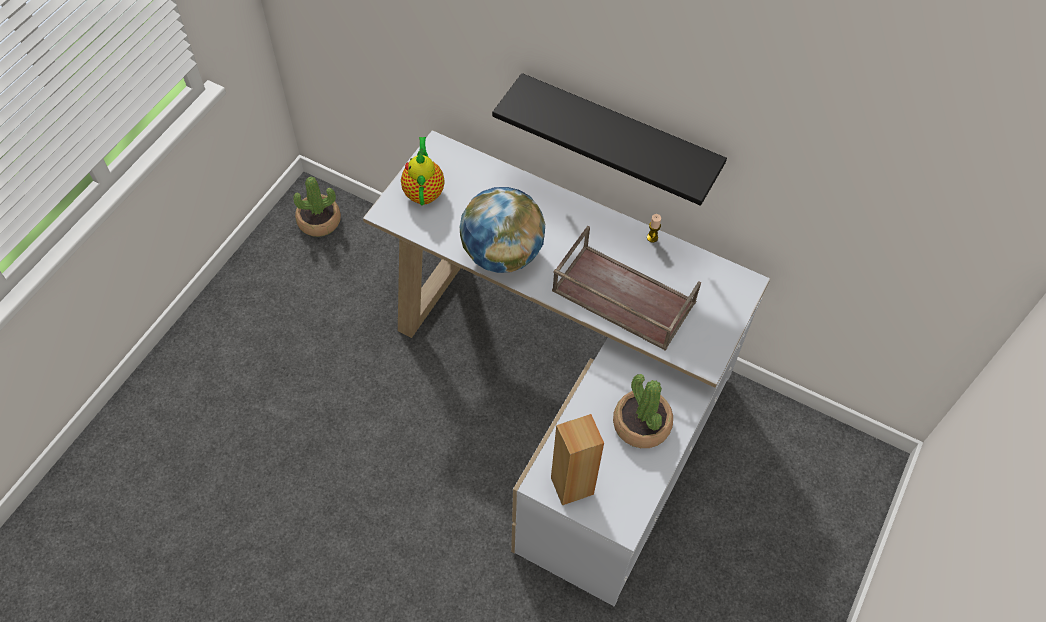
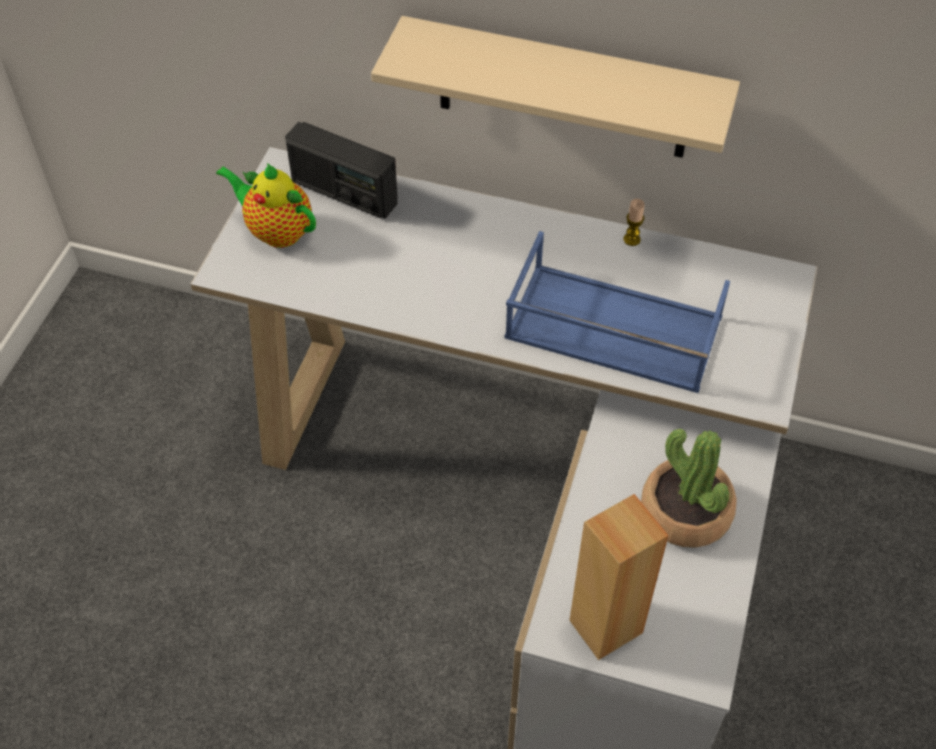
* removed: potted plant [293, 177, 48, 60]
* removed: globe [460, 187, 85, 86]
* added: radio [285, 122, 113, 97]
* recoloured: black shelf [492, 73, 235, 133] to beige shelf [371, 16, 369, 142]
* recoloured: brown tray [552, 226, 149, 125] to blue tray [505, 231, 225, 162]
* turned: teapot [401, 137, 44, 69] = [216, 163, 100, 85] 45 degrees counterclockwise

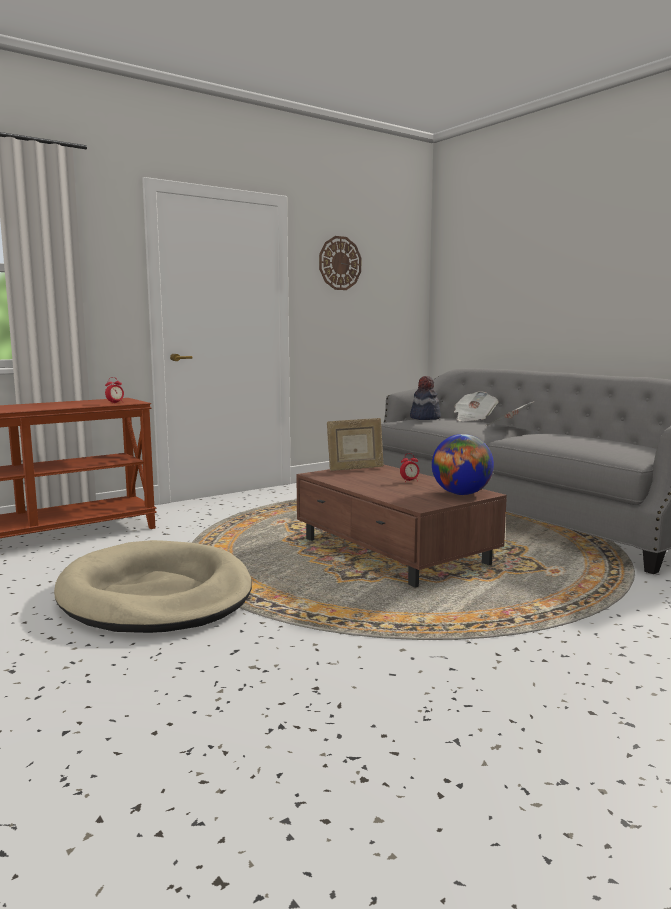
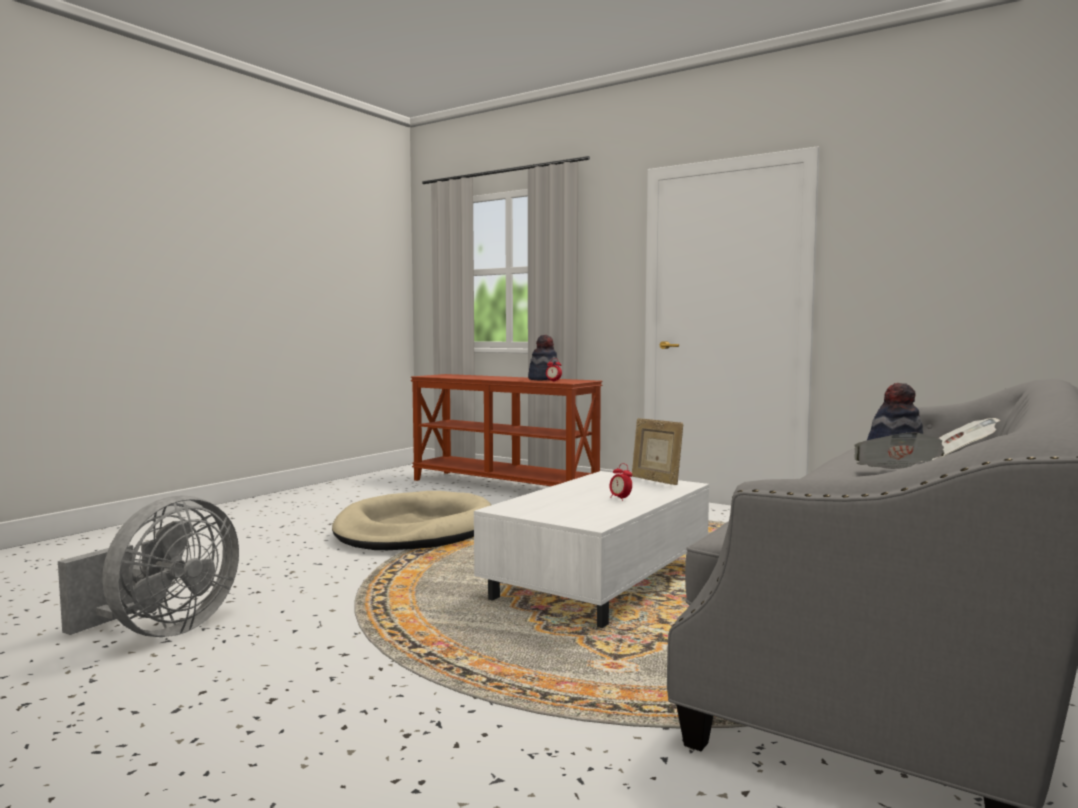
* removed: wall clock [319, 236, 42, 54]
* removed: globe [432, 434, 62, 61]
* added: grey fan [58, 495, 181, 142]
* added: hat [528, 335, 31, 45]
* recoloured: brown coffee table [296, 465, 211, 123] to white coffee table [474, 471, 235, 157]

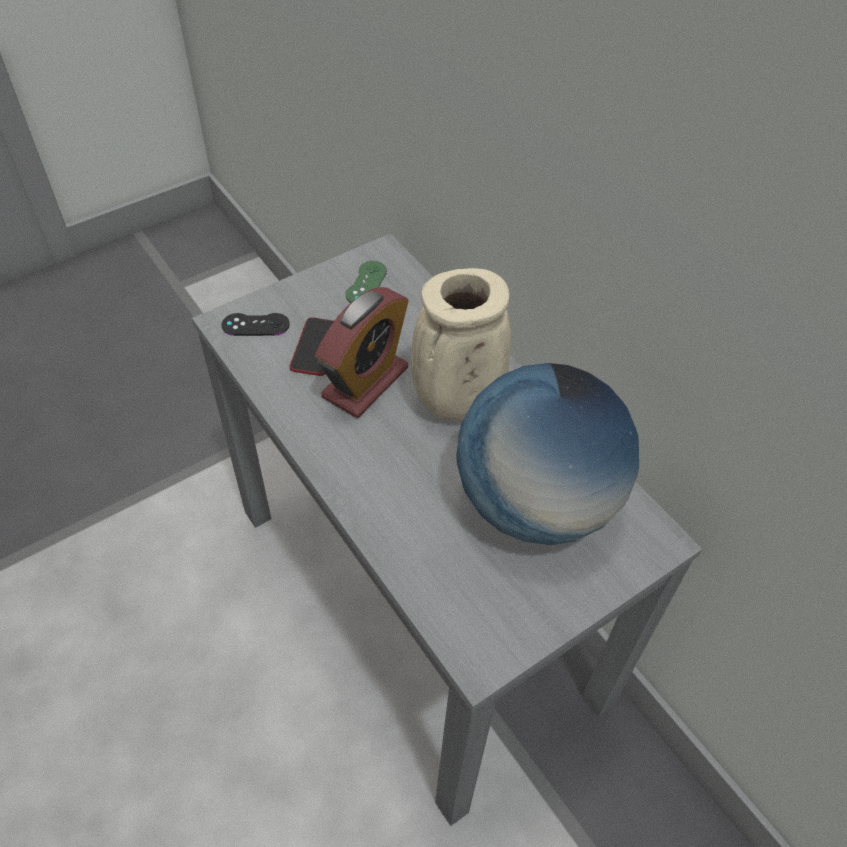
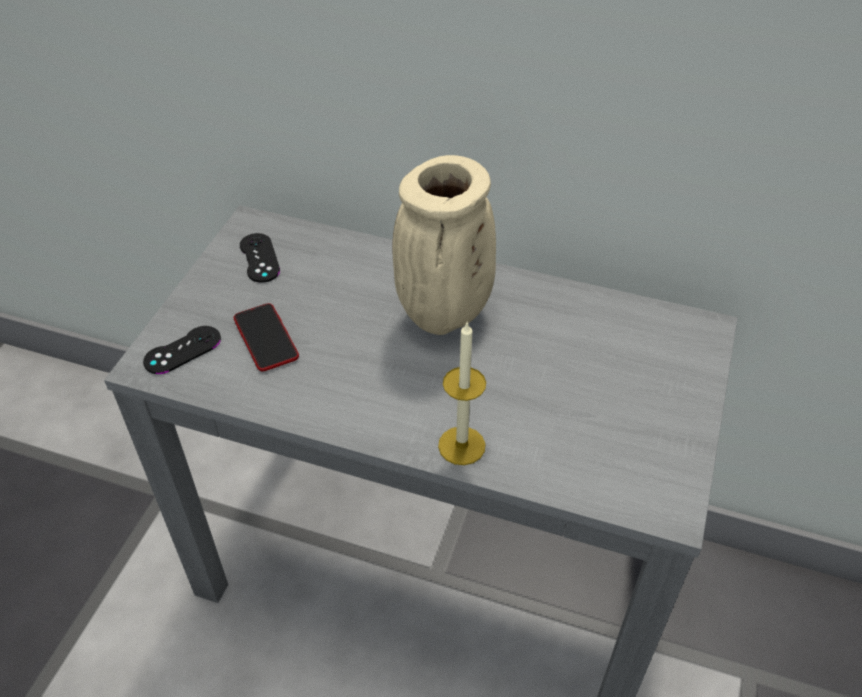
* removed: alarm clock [315, 287, 93, 131]
* removed: globe [456, 363, 183, 182]
* added: candle [438, 321, 48, 144]
* recoloured: green game controller [346, 261, 41, 42] to black game controller [240, 233, 40, 50]

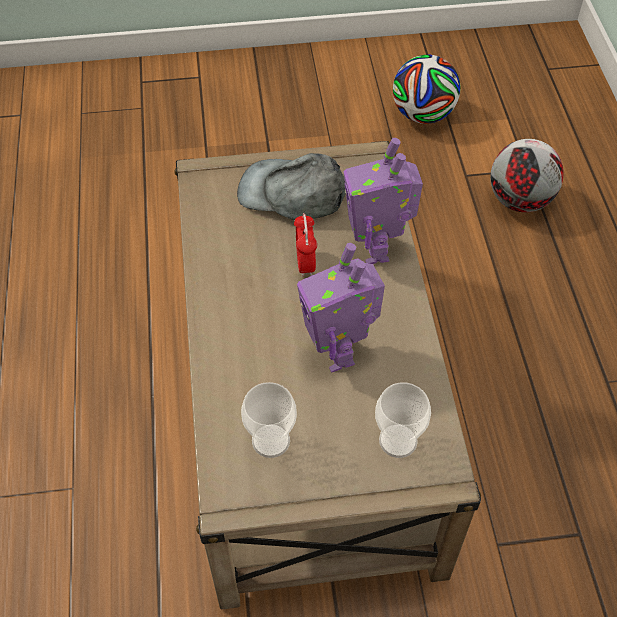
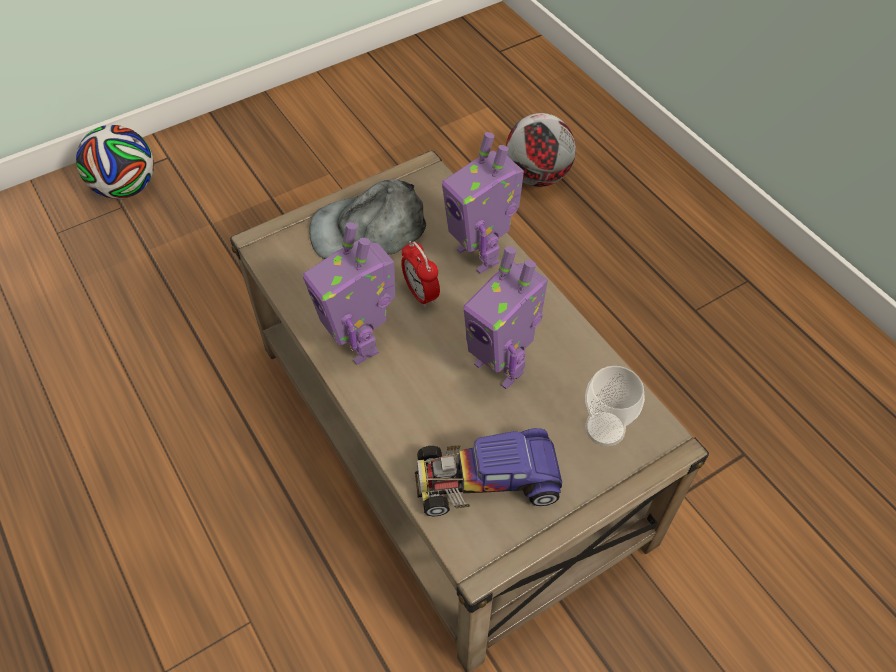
* added: toy robot [303, 222, 92, 143]
* moved: football [393, 54, 67, 70] to [76, 125, 78, 74]
* replaced: cup [241, 382, 56, 76] to toy car [415, 428, 147, 89]

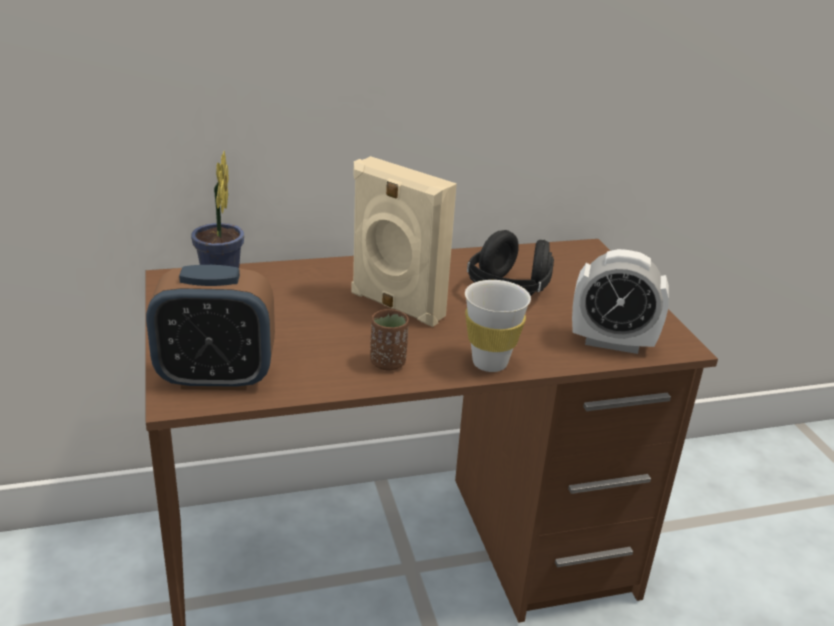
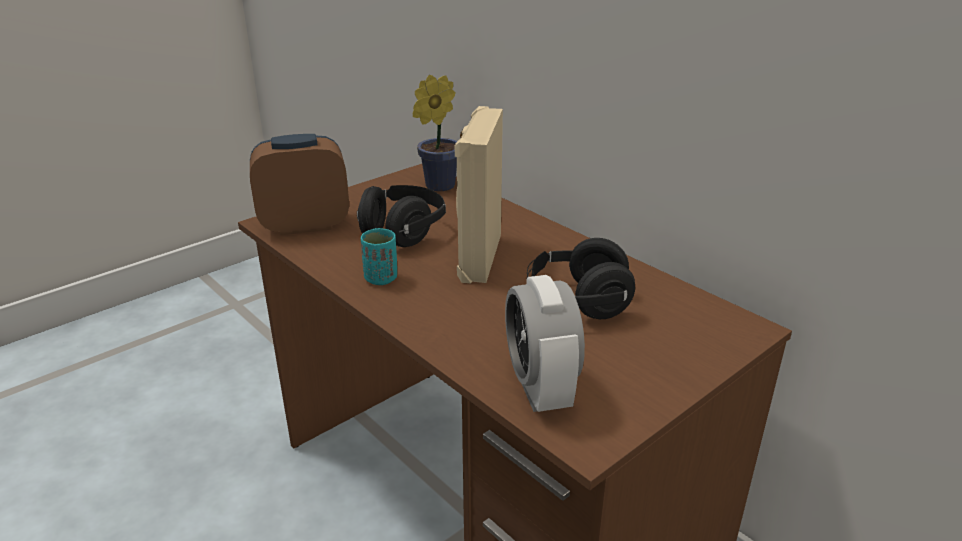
* removed: white cup [465, 280, 66, 92]
* added: black headphones [357, 185, 89, 62]
* recoloured: brown cup [370, 309, 39, 62] to turquoise cup [361, 228, 36, 57]
* turned: alarm clock [146, 265, 129, 125] = [250, 134, 99, 101] 105 degrees clockwise

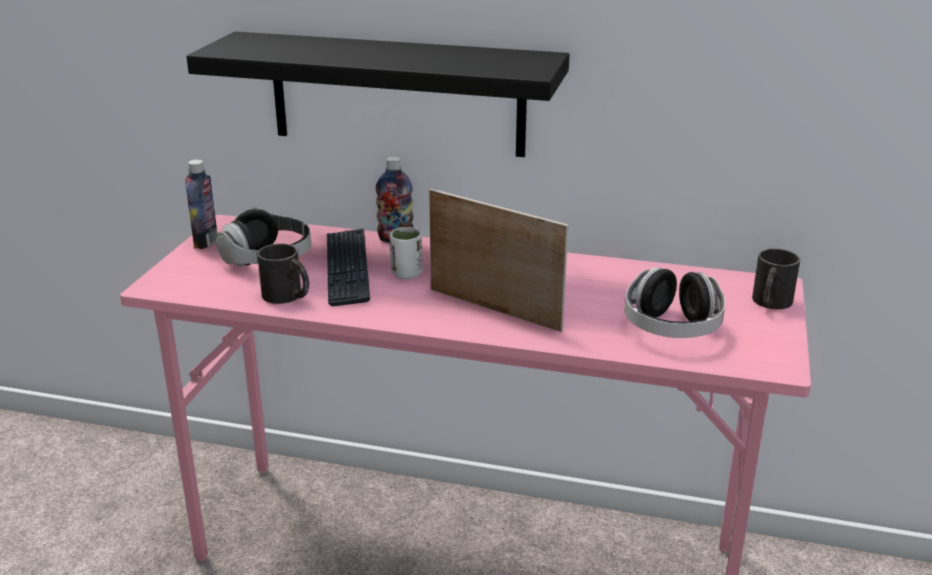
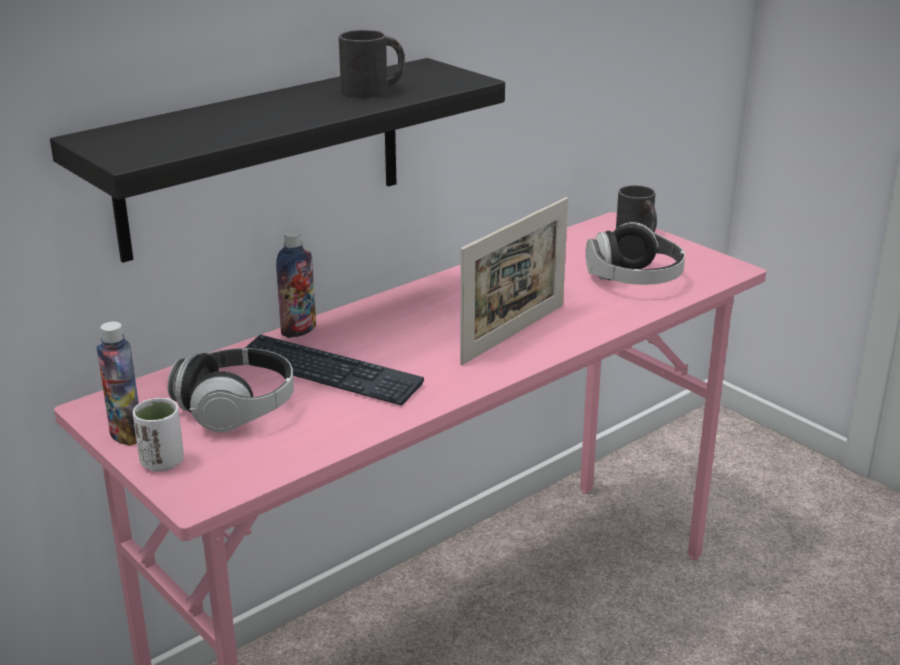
* moved: black mug [257, 244, 52, 60] to [339, 30, 66, 68]
* moved: white cup [390, 227, 32, 53] to [133, 398, 51, 74]
* turned: picture frame [429, 189, 139, 143] = [460, 197, 108, 168] 150 degrees clockwise

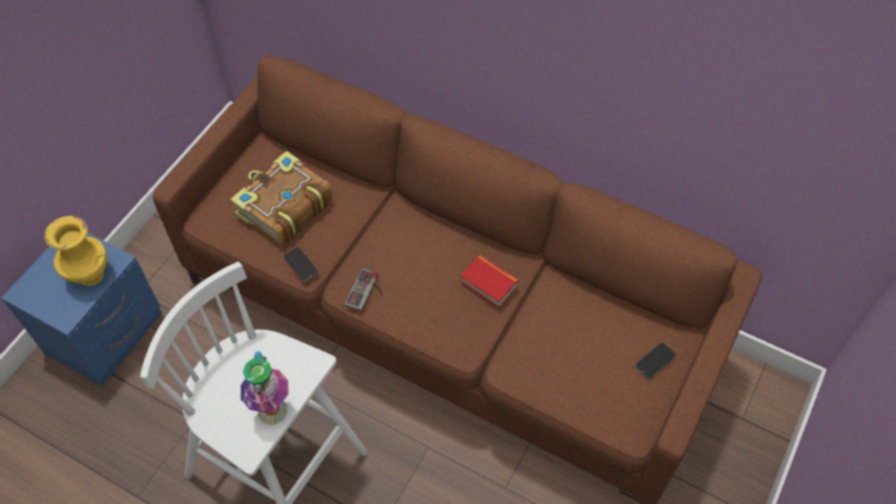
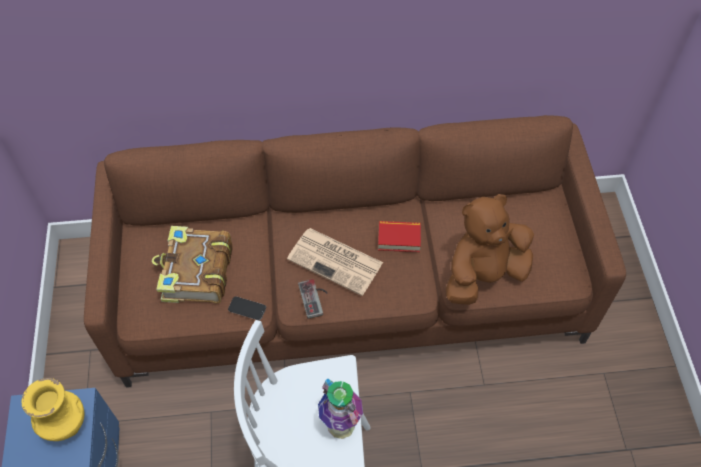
* removed: phone [635, 343, 41, 36]
* added: newspaper [287, 228, 96, 68]
* added: brown plush toy [446, 194, 88, 111]

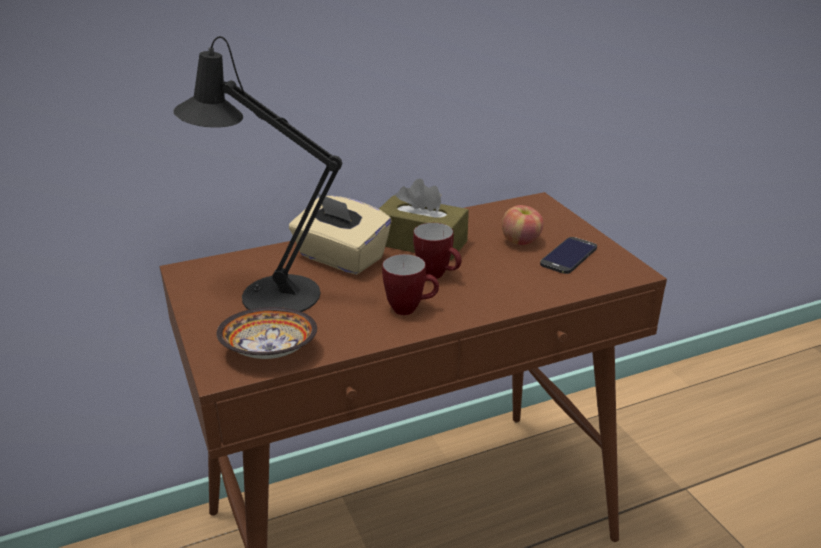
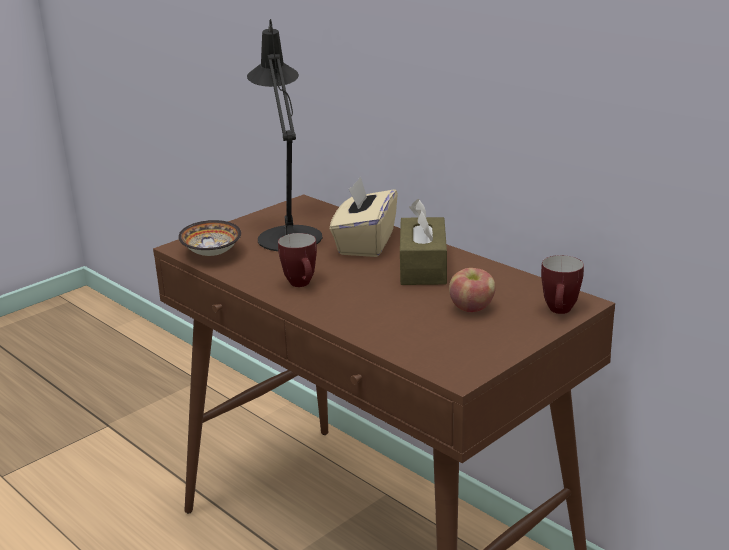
* removed: phone [540, 237, 57, 37]
* moved: mug [413, 223, 48, 56] to [541, 255, 43, 59]

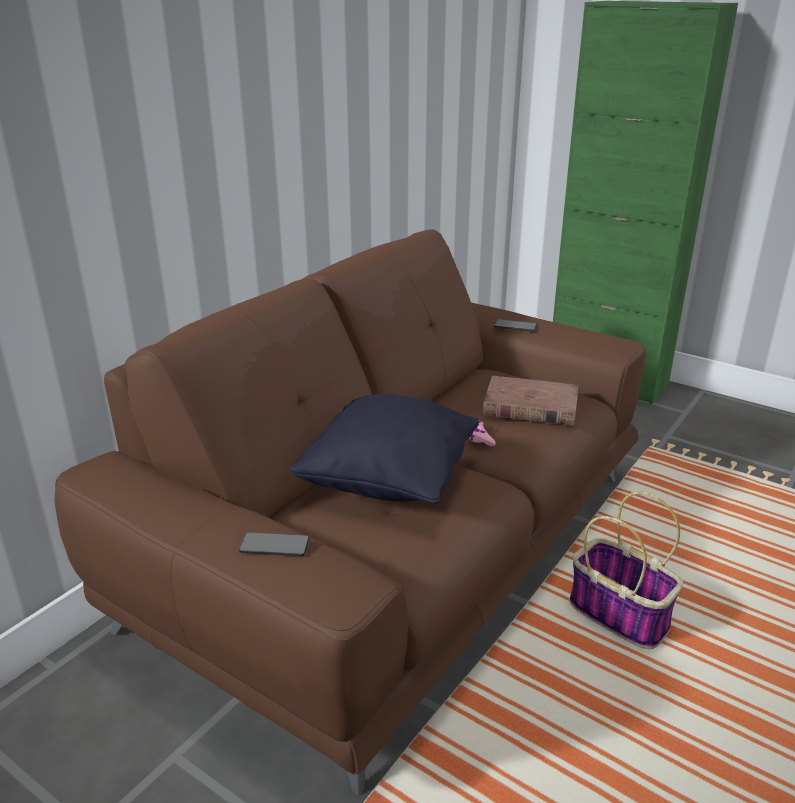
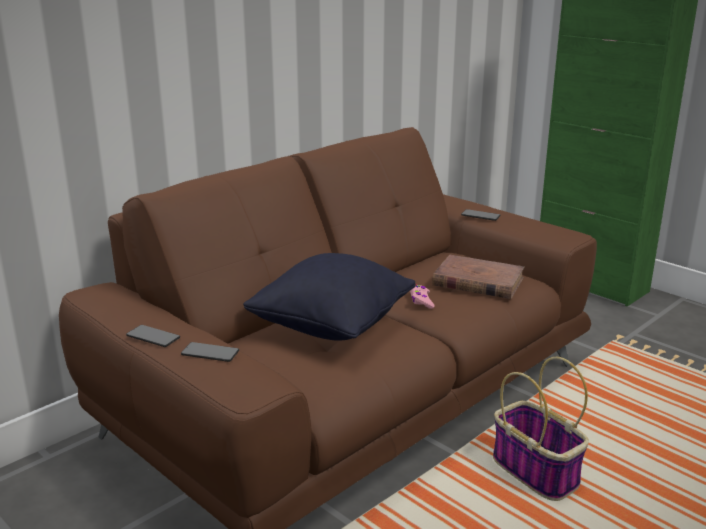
* added: phone [126, 325, 54, 22]

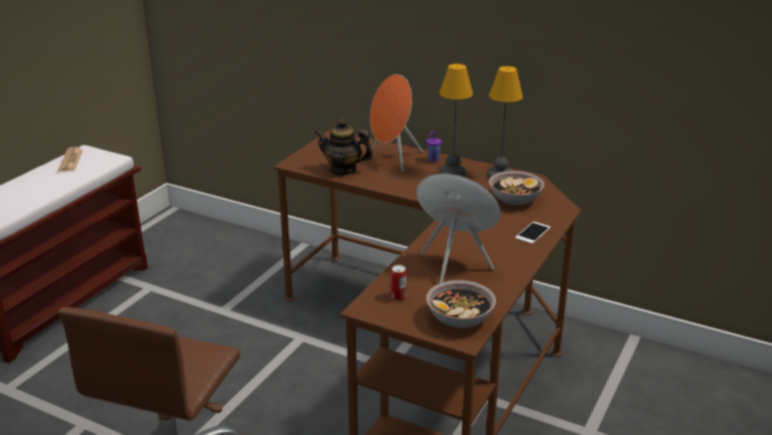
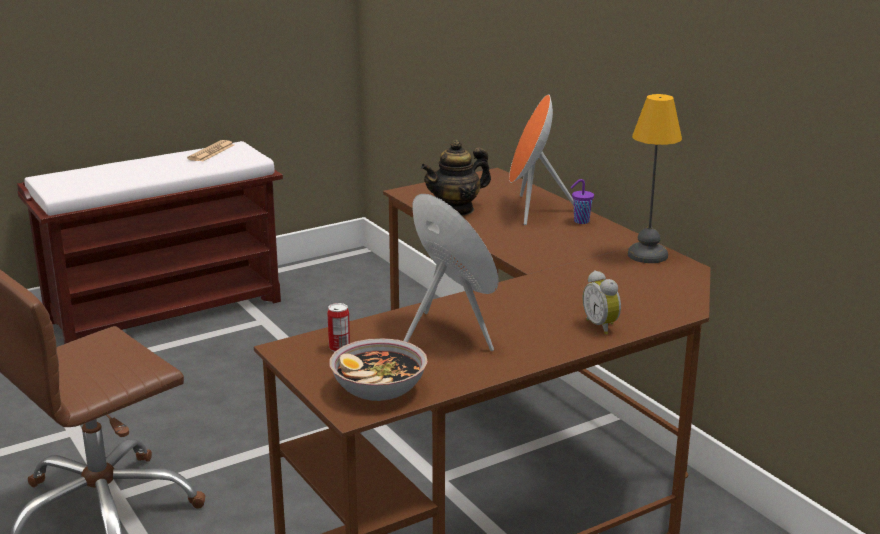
* removed: table lamp [439, 64, 34, 113]
* removed: bowl [489, 171, 56, 34]
* replaced: phone [515, 222, 36, 22] to alarm clock [583, 270, 38, 65]
* turned: teapot [314, 119, 59, 57] = [421, 140, 70, 76] 75 degrees counterclockwise

